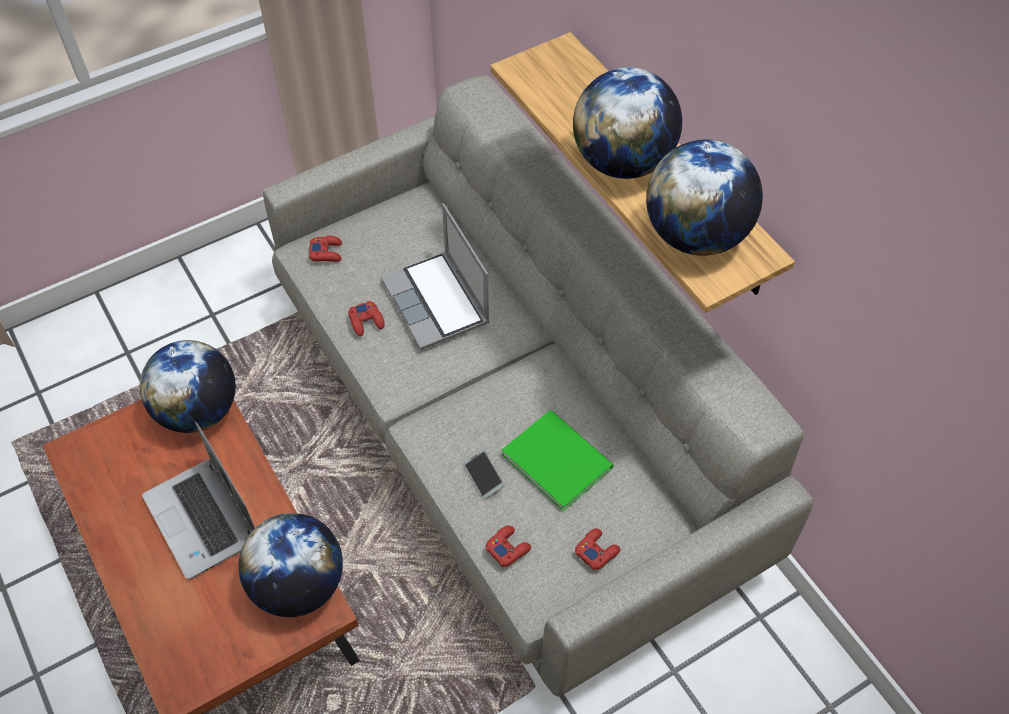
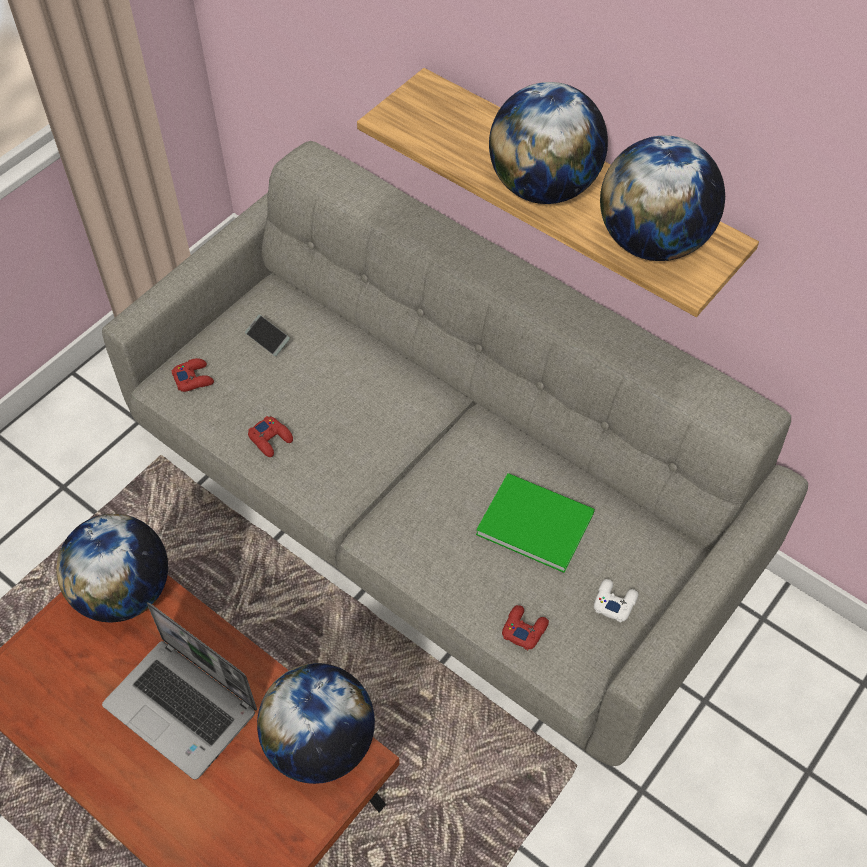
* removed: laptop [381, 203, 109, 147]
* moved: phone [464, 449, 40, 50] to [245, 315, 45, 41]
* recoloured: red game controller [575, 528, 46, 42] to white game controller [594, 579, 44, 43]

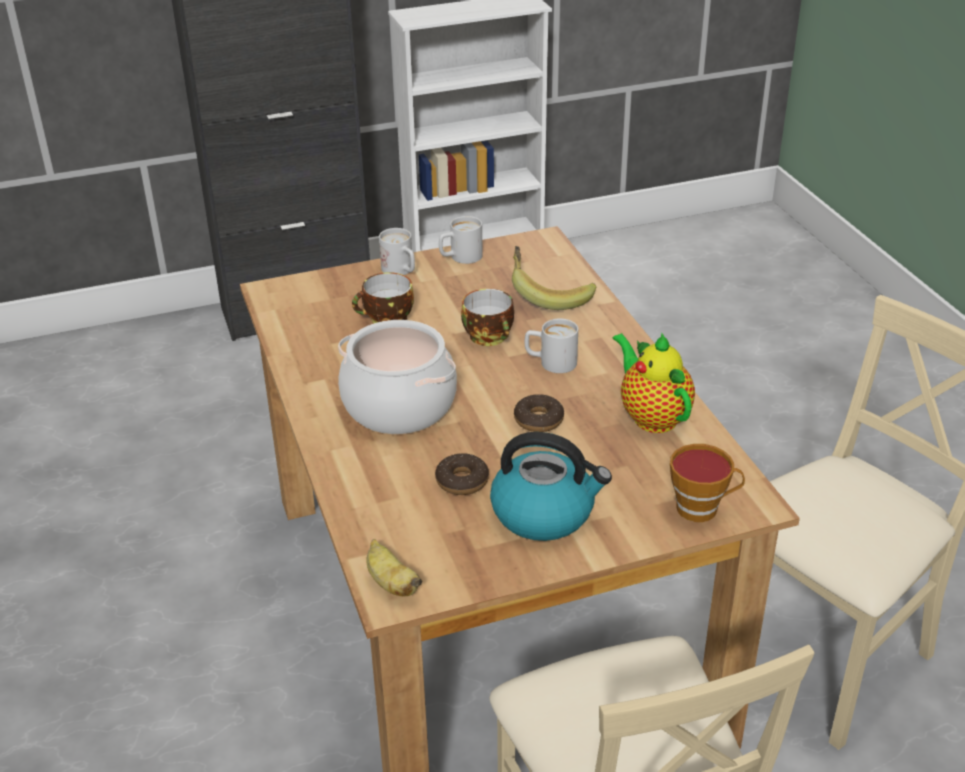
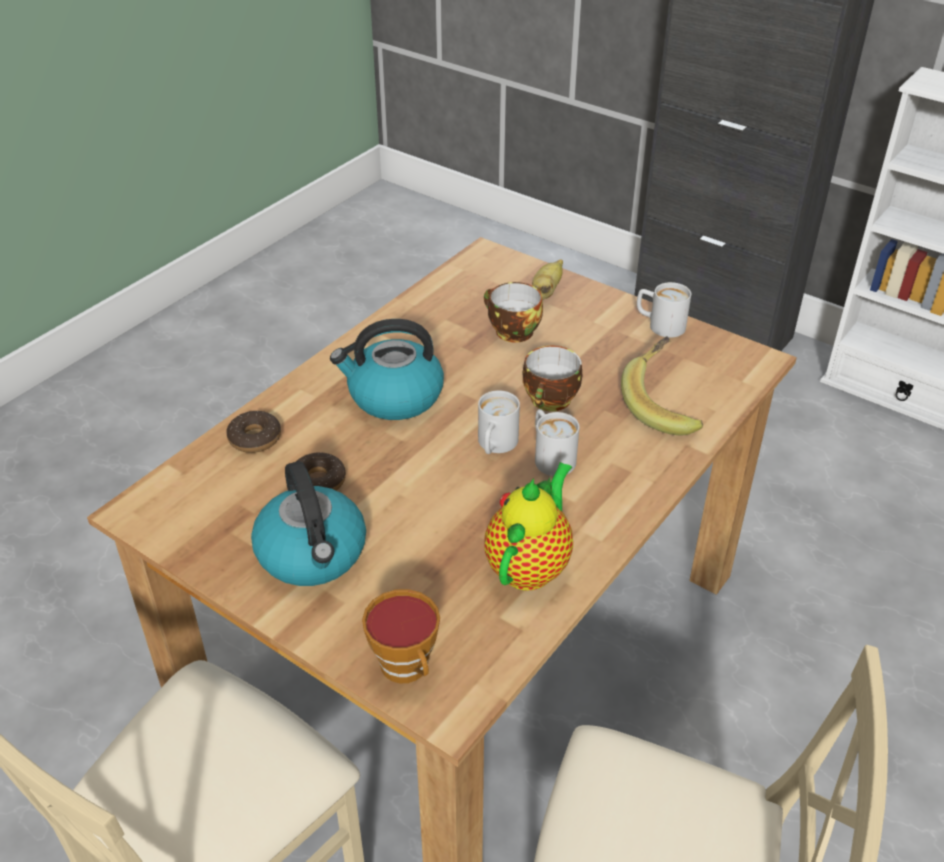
* moved: banana [366, 539, 56, 57] to [532, 259, 31, 40]
* moved: white mug [379, 228, 36, 47] to [478, 390, 42, 64]
* moved: donut [514, 394, 50, 38] to [226, 411, 55, 42]
* replaced: cooking pot [338, 320, 119, 114] to kettle [330, 319, 114, 101]

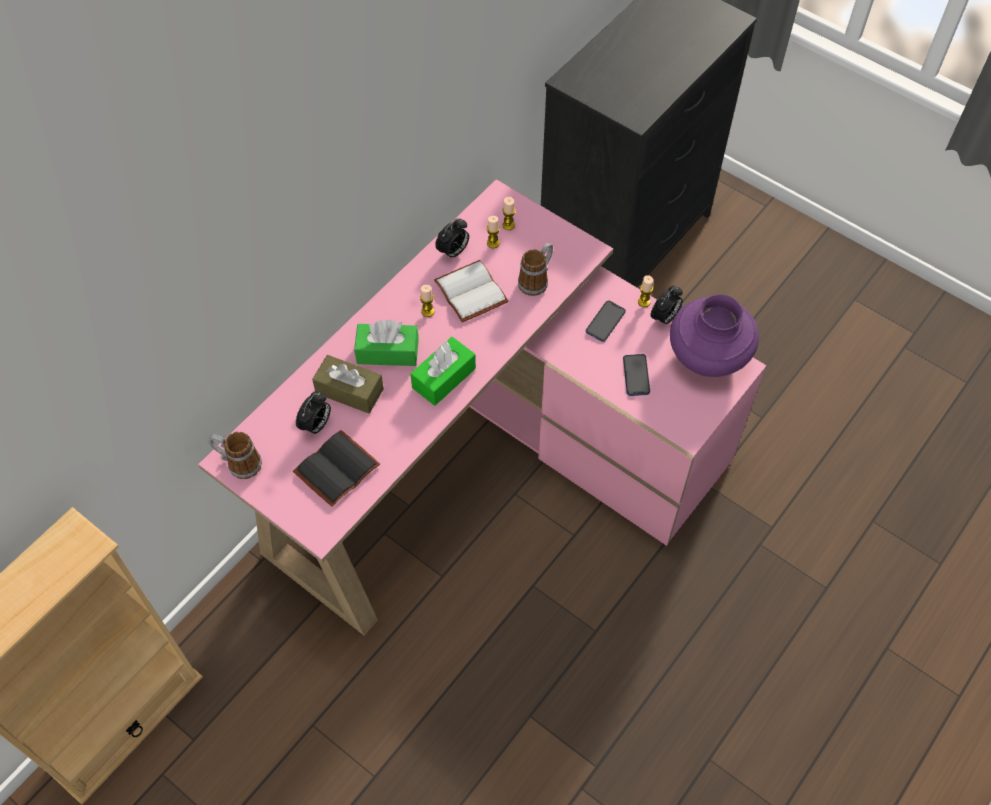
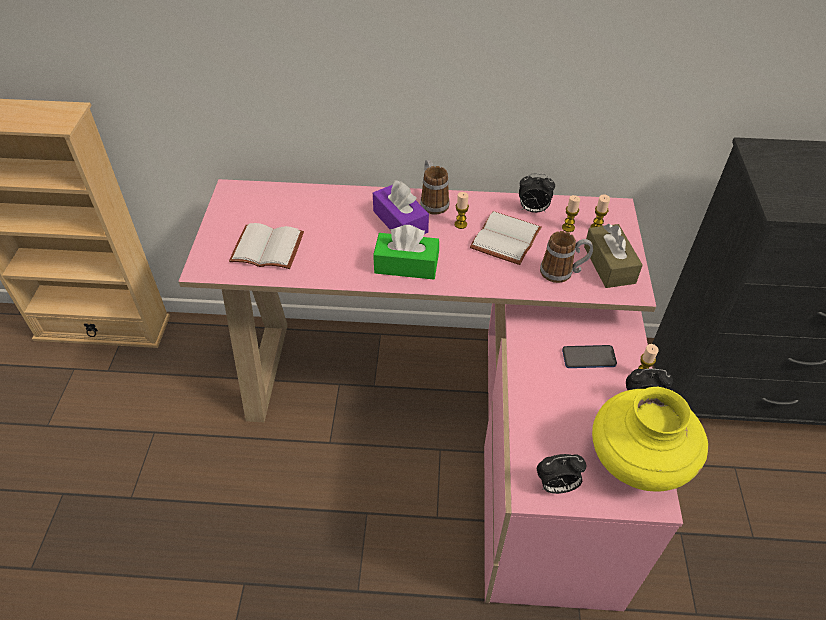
* removed: phone [623, 354, 27, 42]
* moved: mug [208, 432, 54, 47] to [420, 160, 30, 55]
* moved: alarm clock [296, 391, 35, 44] to [537, 454, 50, 40]
* moved: brown tissue box [312, 355, 72, 58] to [584, 224, 59, 64]
* recoloured: black book [293, 430, 87, 77] to white book [229, 223, 75, 46]
* recoloured: green tissue box [354, 320, 65, 46] to purple tissue box [373, 180, 56, 54]
* recoloured: purple vase [670, 294, 89, 83] to yellow vase [592, 387, 116, 105]

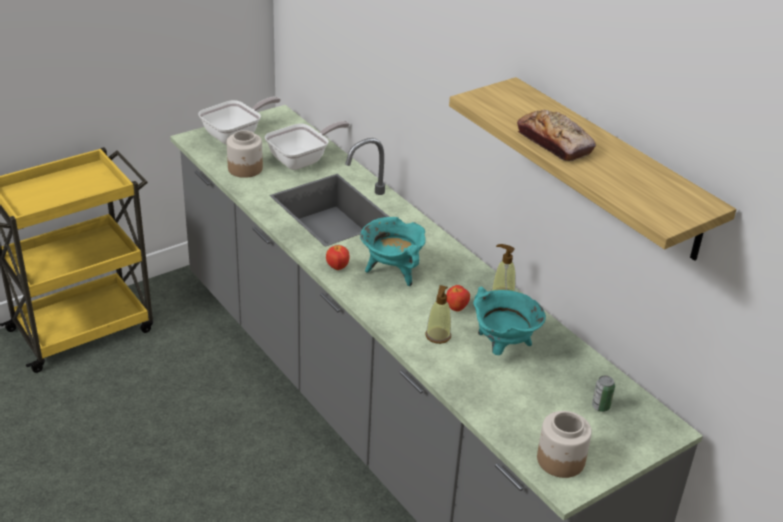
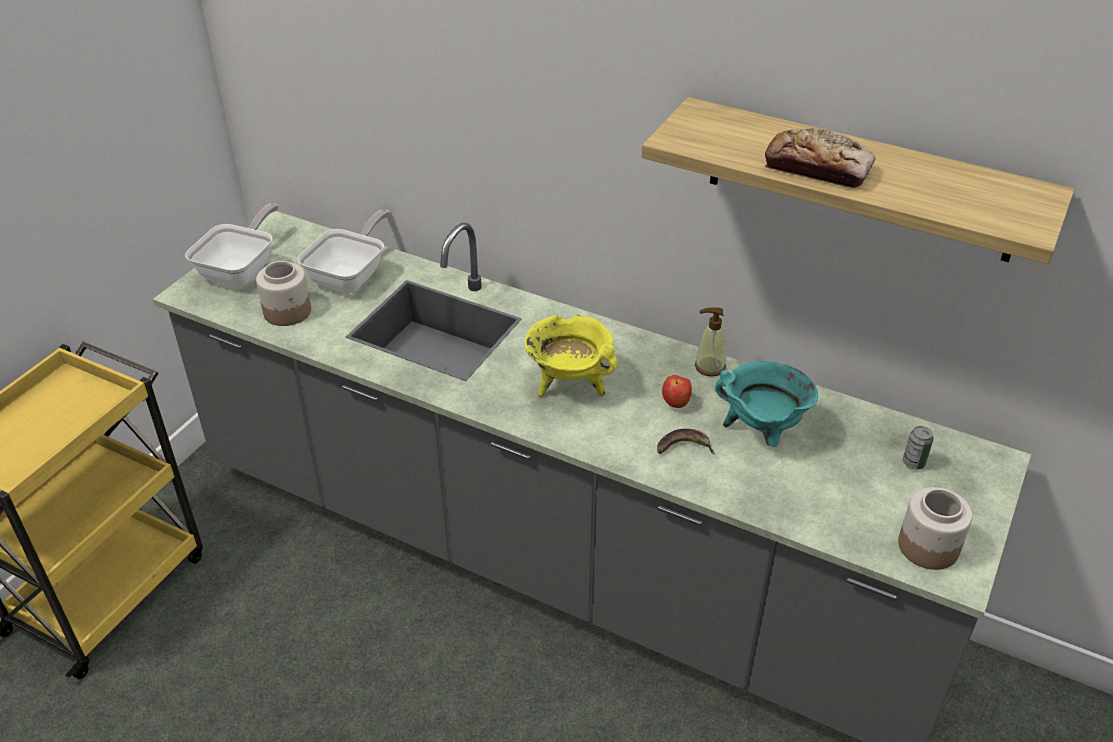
* removed: apple [326, 245, 23, 25]
* replaced: soap dispenser [425, 285, 26, 59] to banana [657, 429, 58, 25]
* recoloured: turquoise cooking pot [360, 217, 65, 69] to yellow cooking pot [524, 315, 93, 82]

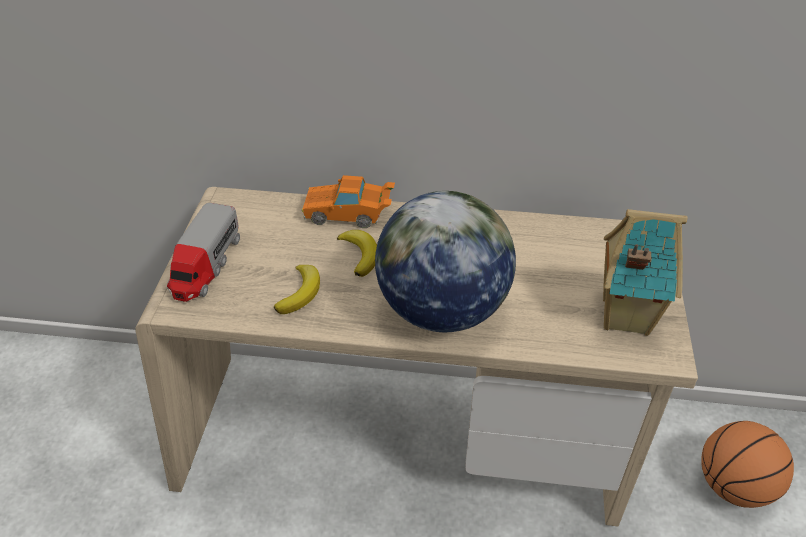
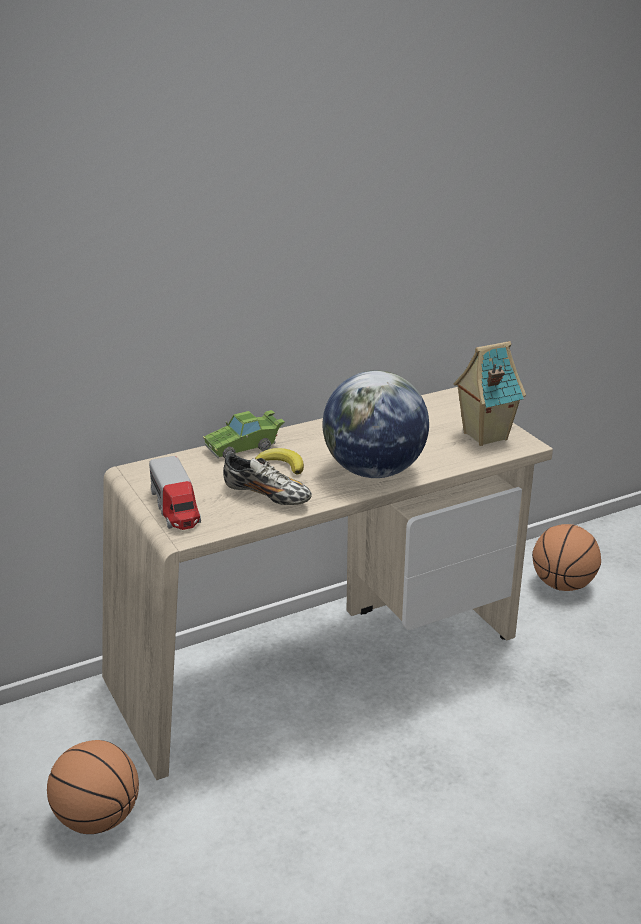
* added: basketball [47, 740, 92, 94]
* replaced: banana [274, 265, 46, 49] to shoe [223, 453, 89, 52]
* recoloured: orange toy car [302, 175, 93, 53] to green toy car [203, 410, 82, 49]

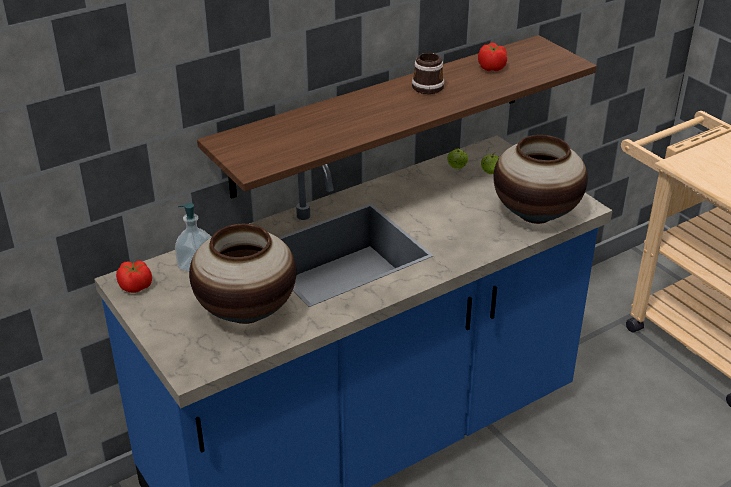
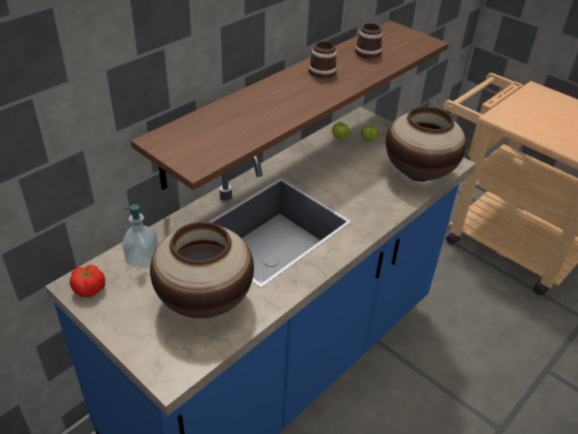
* replaced: tomato [478, 43, 29, 28] to mug [355, 23, 28, 36]

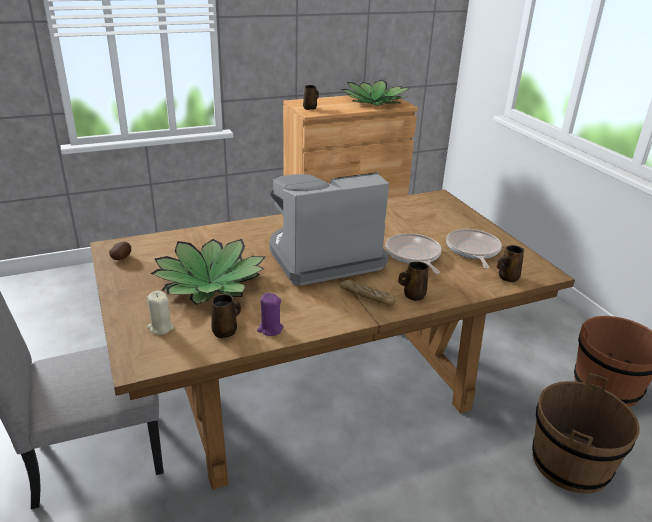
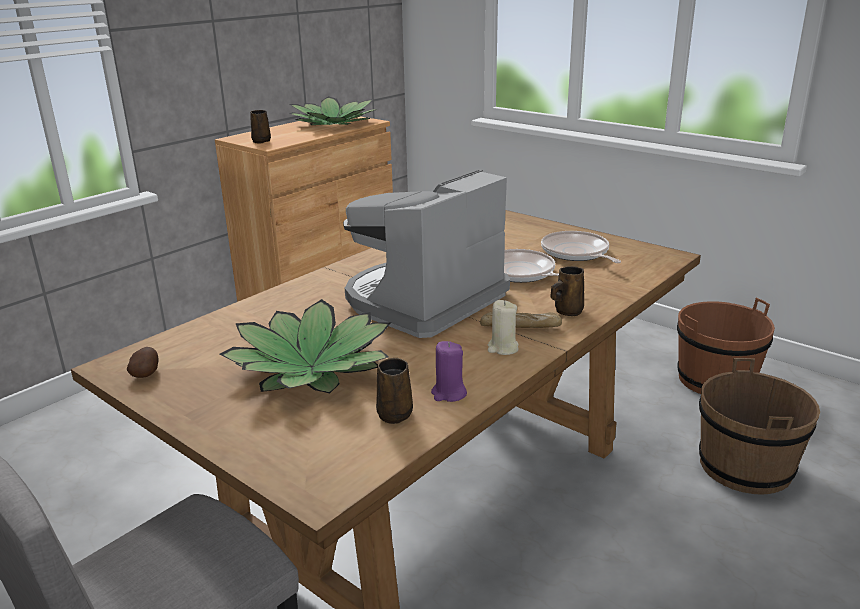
* removed: brown mug [497, 245, 27, 37]
* moved: beige candle [147, 291, 27, 44] to [488, 300, 31, 55]

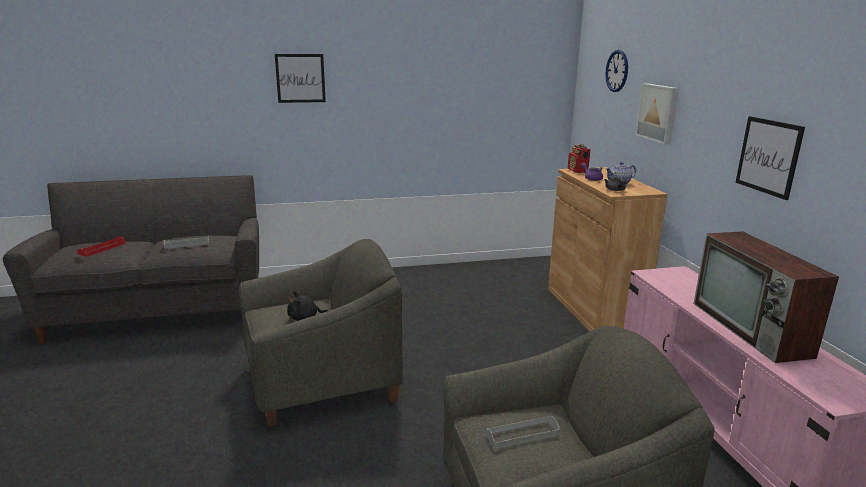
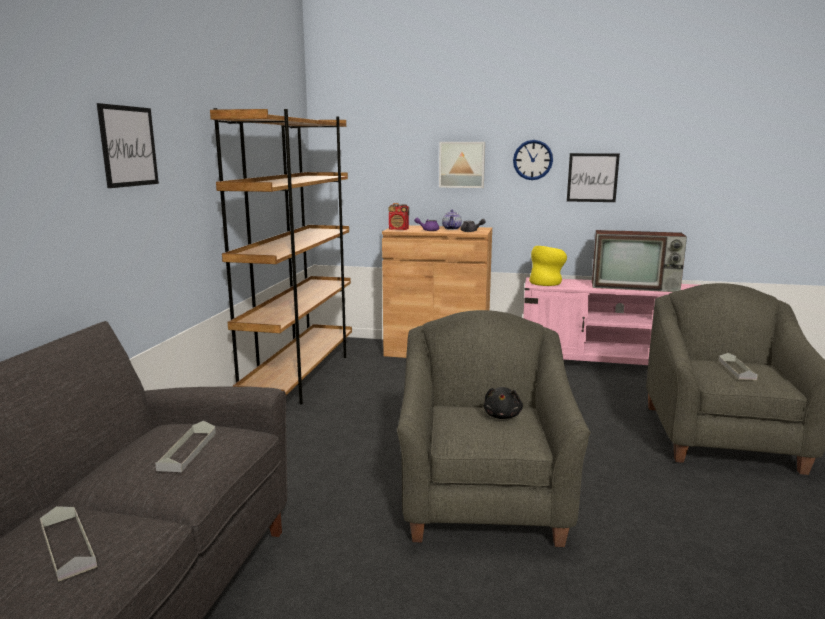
* added: brown bookcase [210, 108, 142, 297]
* added: yellow vase [529, 246, 38, 40]
* moved: wall clock [606, 50, 22, 42] to [513, 140, 40, 40]
* recoloured: red tray [77, 236, 49, 21] to grey tray [40, 506, 57, 76]

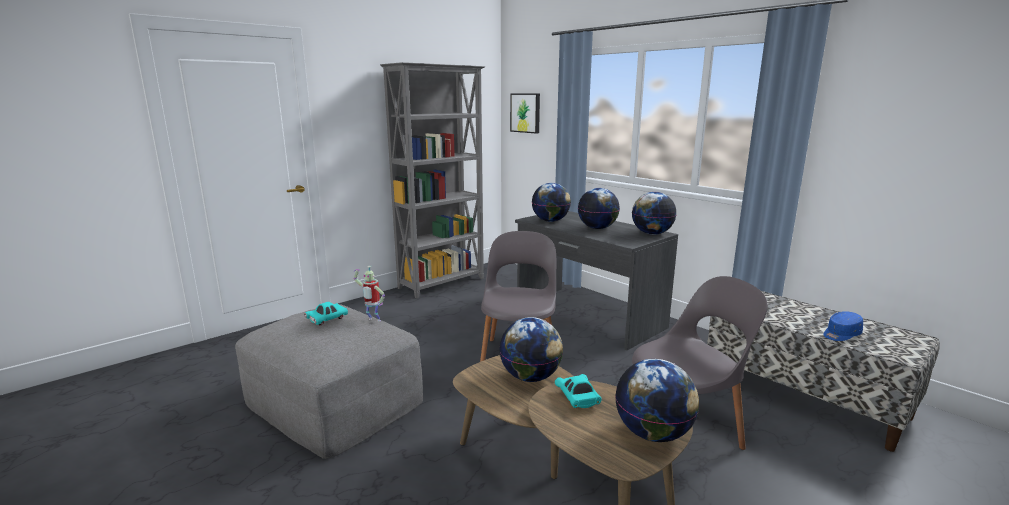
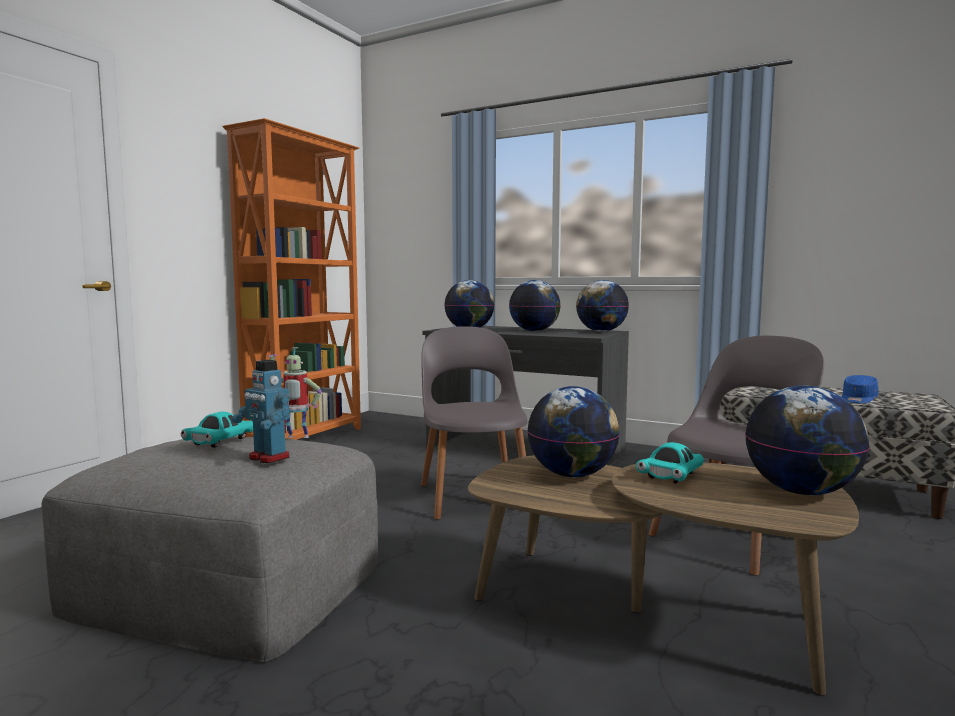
* removed: picture [510, 93, 30, 40]
* added: toy robot [232, 360, 59, 103]
* recoloured: grey bookcase [380, 62, 105, 236] to orange bookcase [222, 118, 139, 322]
* turned: turquoise toy car [555, 374, 47, 34] = [636, 442, 68, 42] 105 degrees counterclockwise

